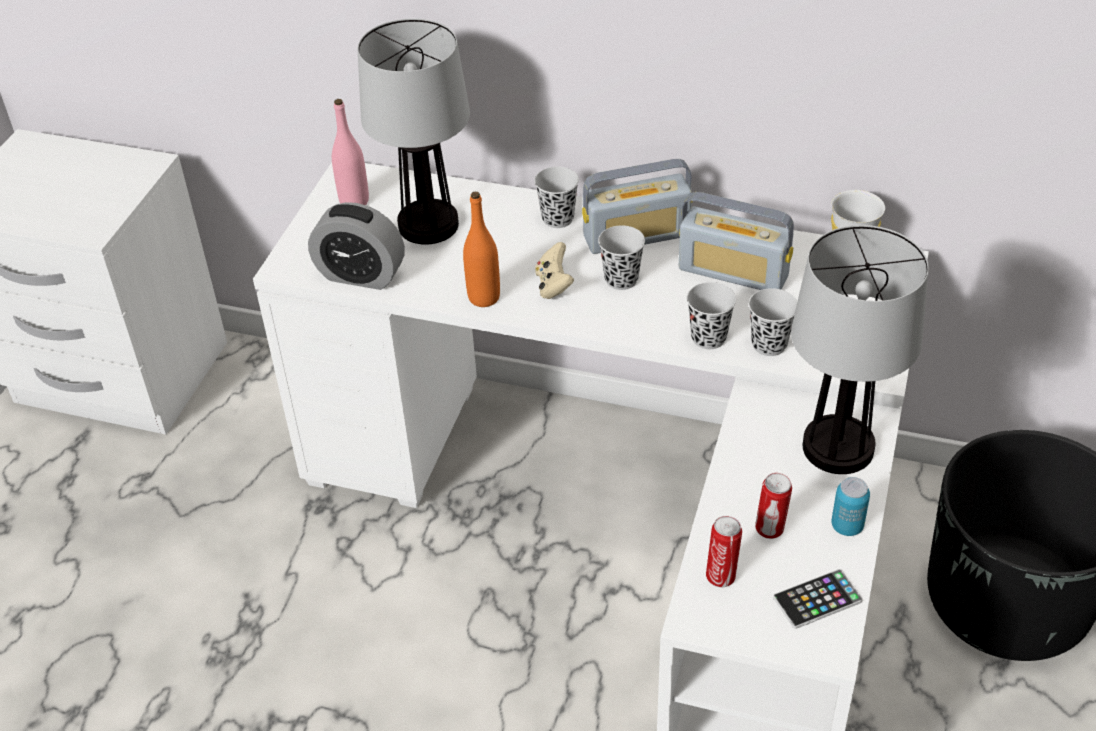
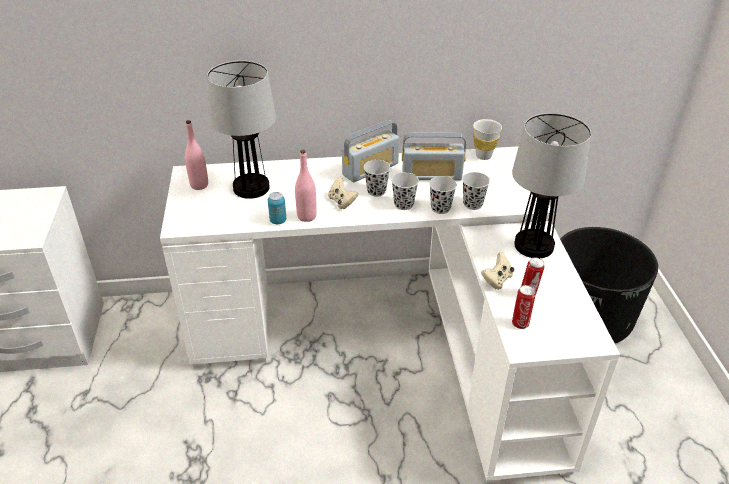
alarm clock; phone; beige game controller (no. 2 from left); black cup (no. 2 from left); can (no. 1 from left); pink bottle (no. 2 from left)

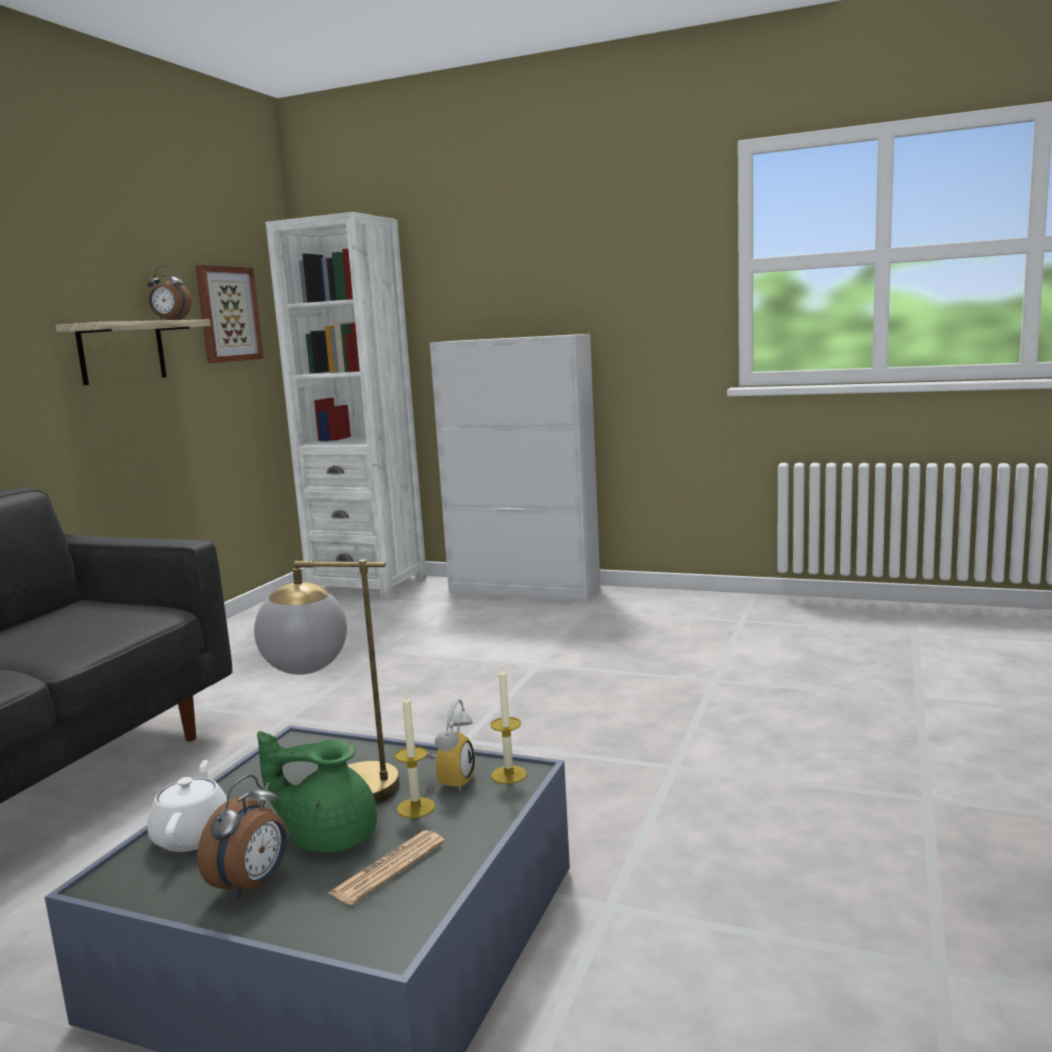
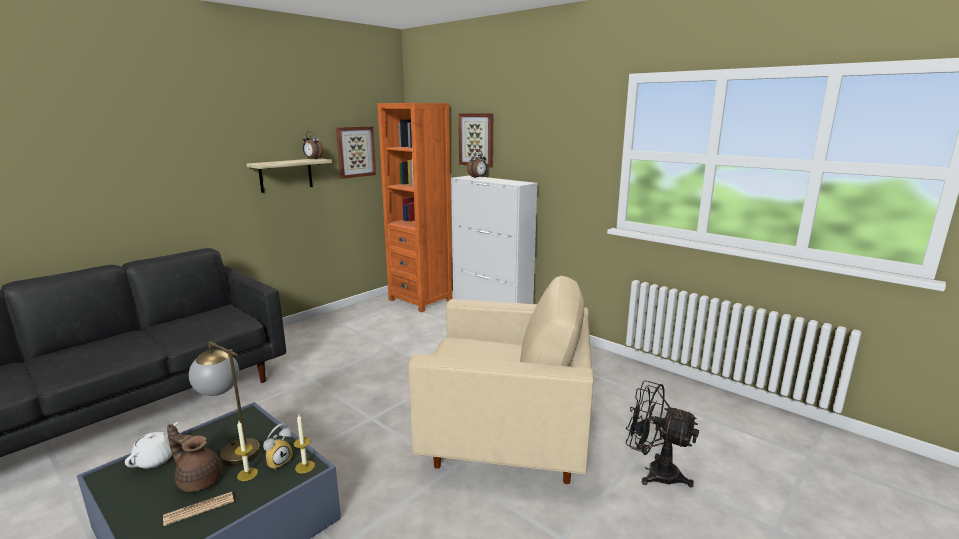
beige armchair; picture (no. 2 from left); black fan; alarm clock (no. 3 from left); brown teapot; orange bookcase

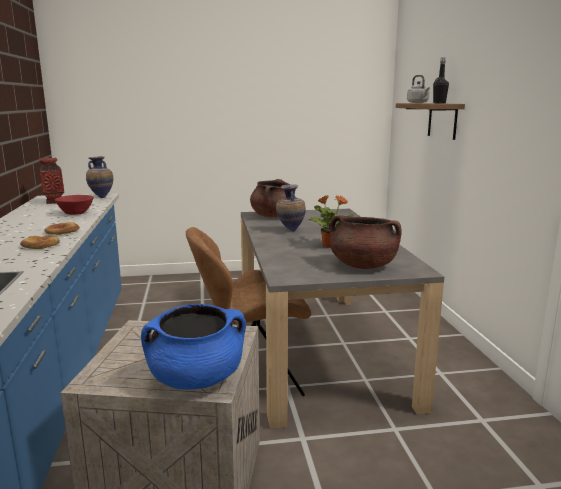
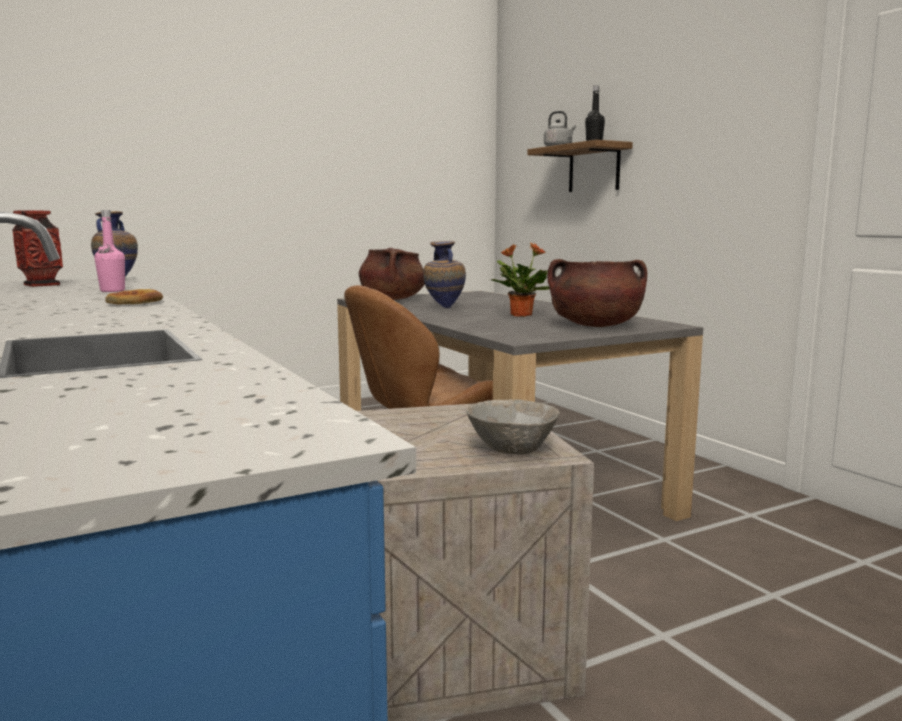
bread (no. 1 from left in the first image); pink bottle; grey bowl

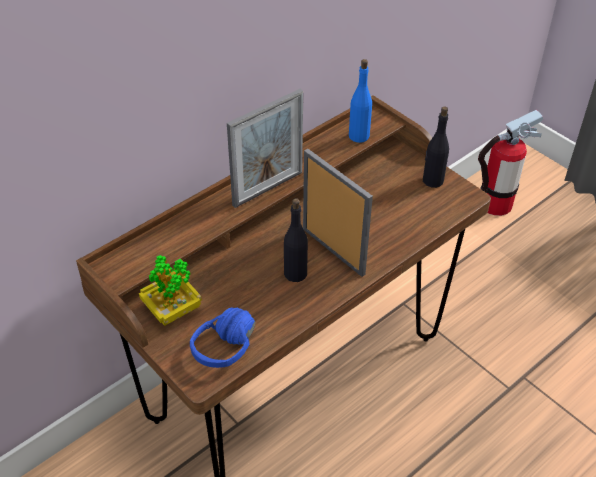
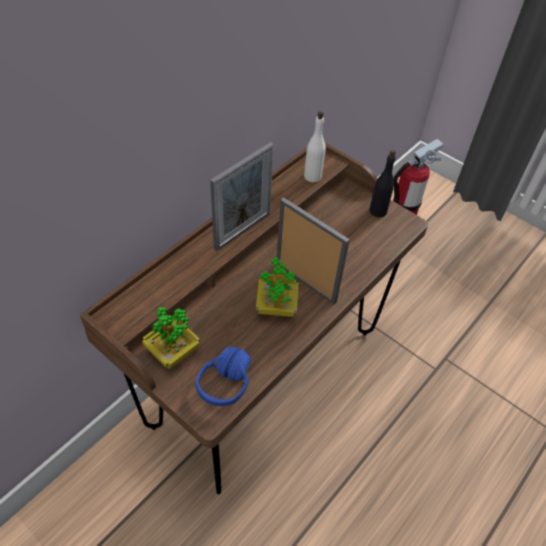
potted plant (no. 2 from left); white bottle

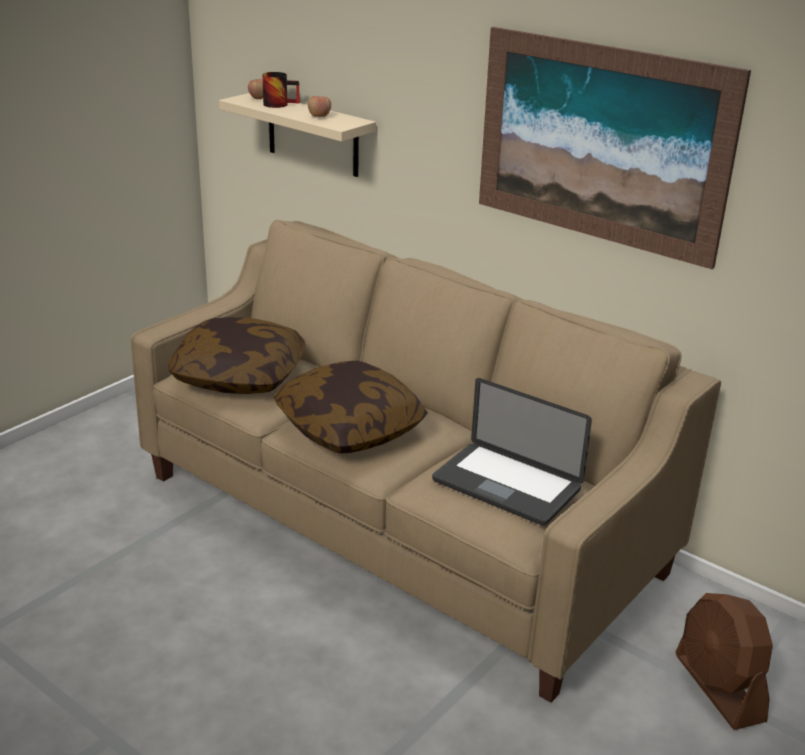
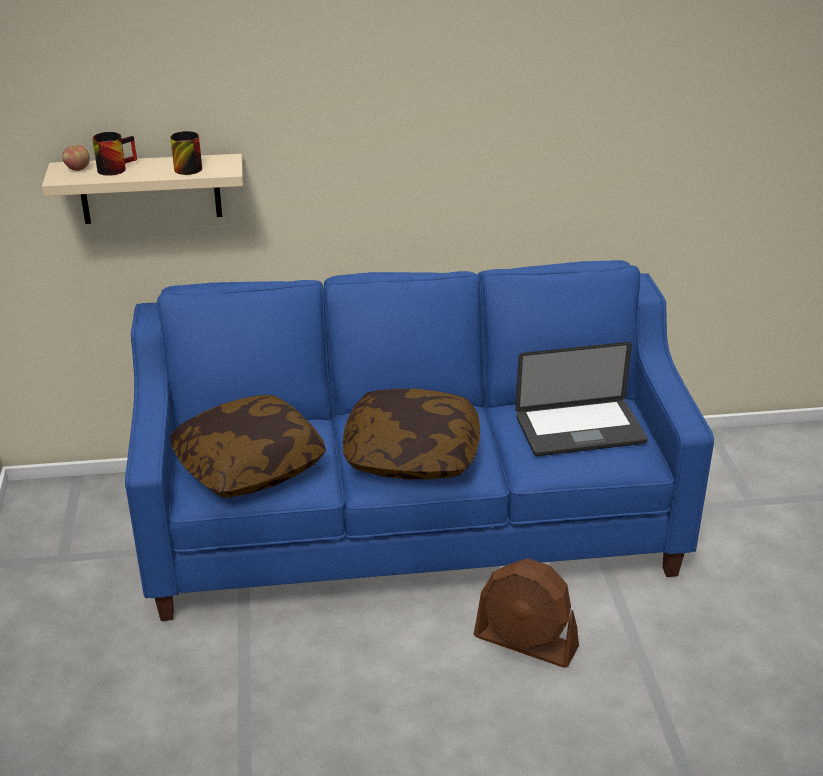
picture; brown fan; mug (no. 2 from left); blue sofa

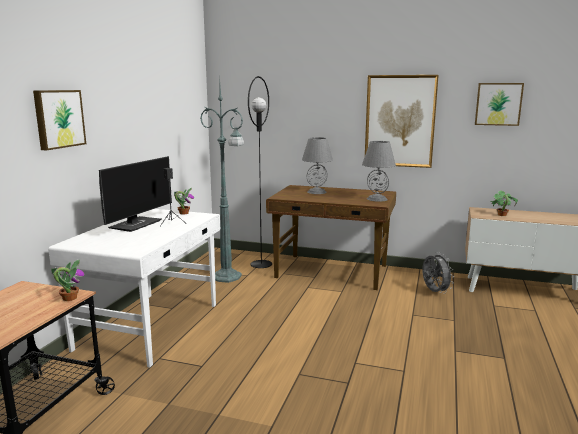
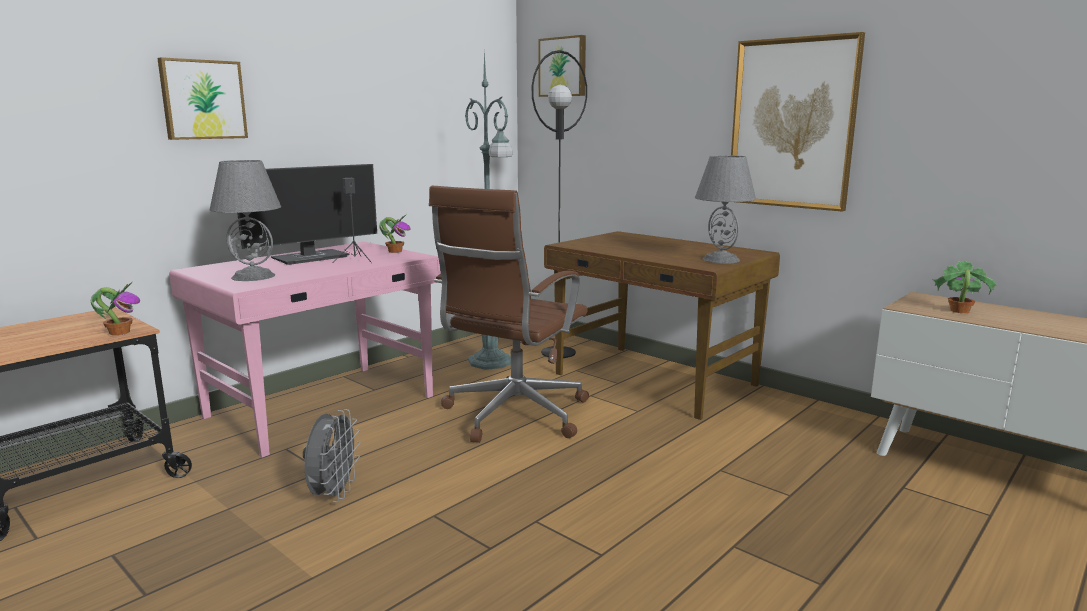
brown office chair; grey table lamp (no. 1 from left); grey fan; picture (no. 2 from left); pink desk

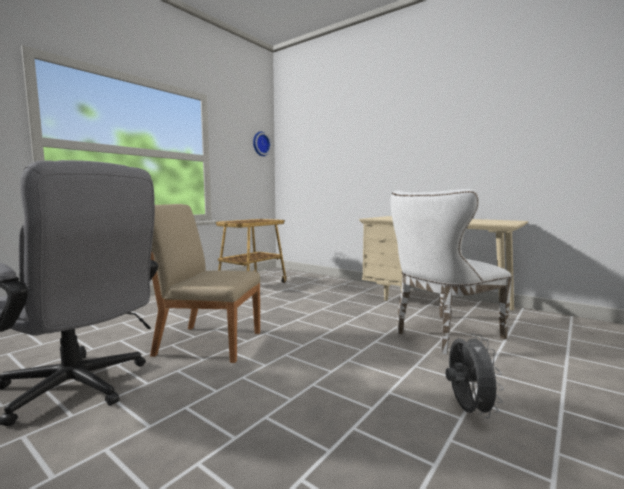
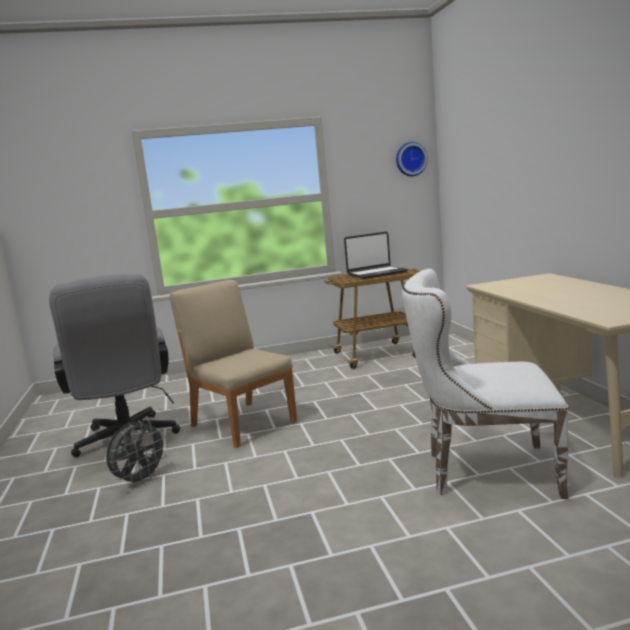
laptop; grey fan

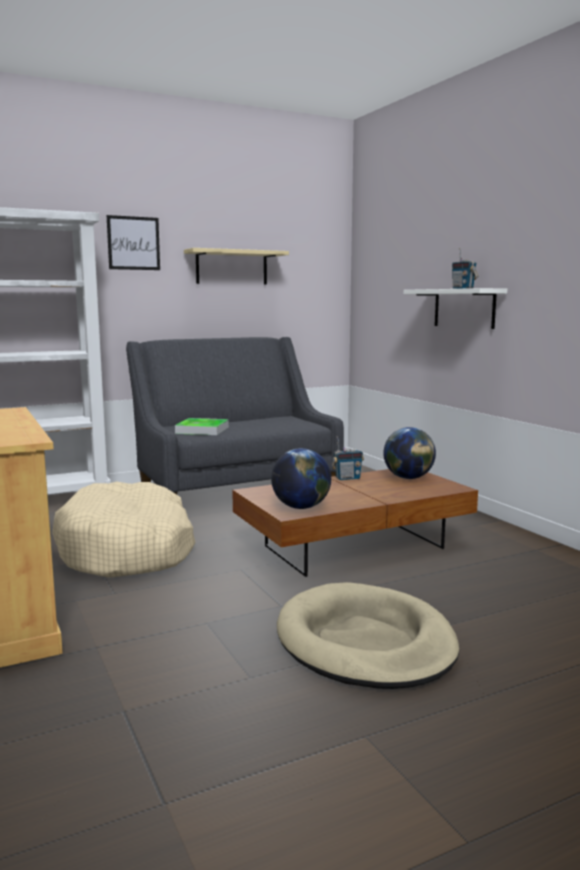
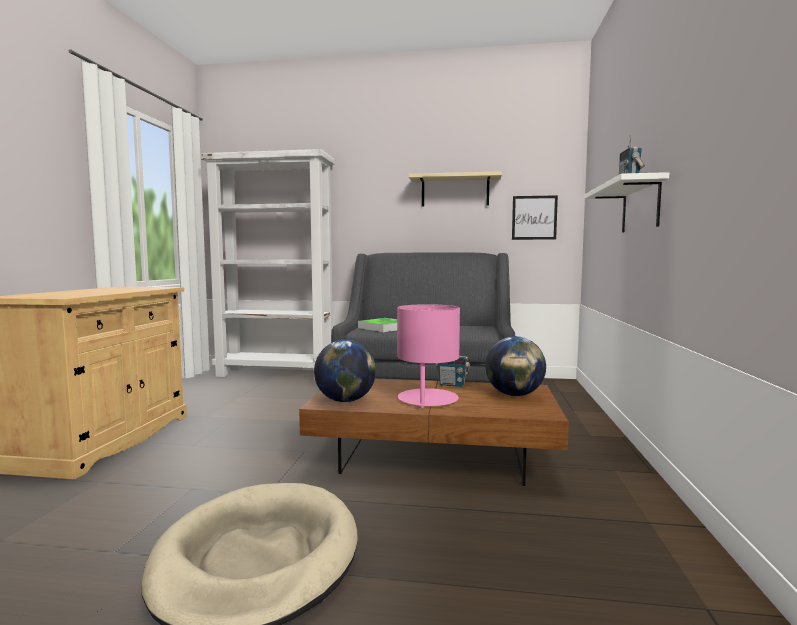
beige dog bed (no. 1 from left in the first image); pink table lamp; picture

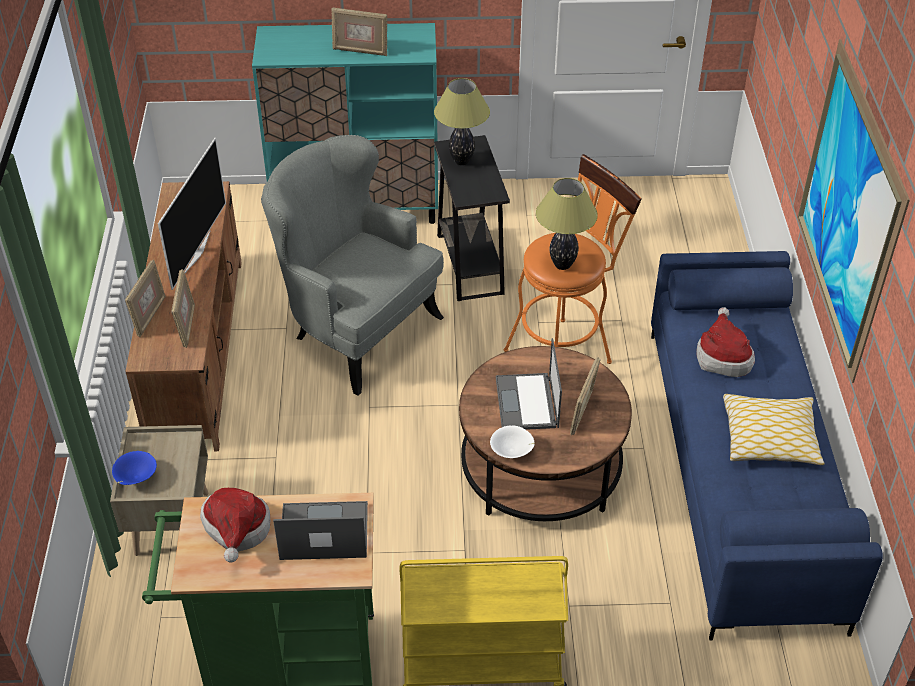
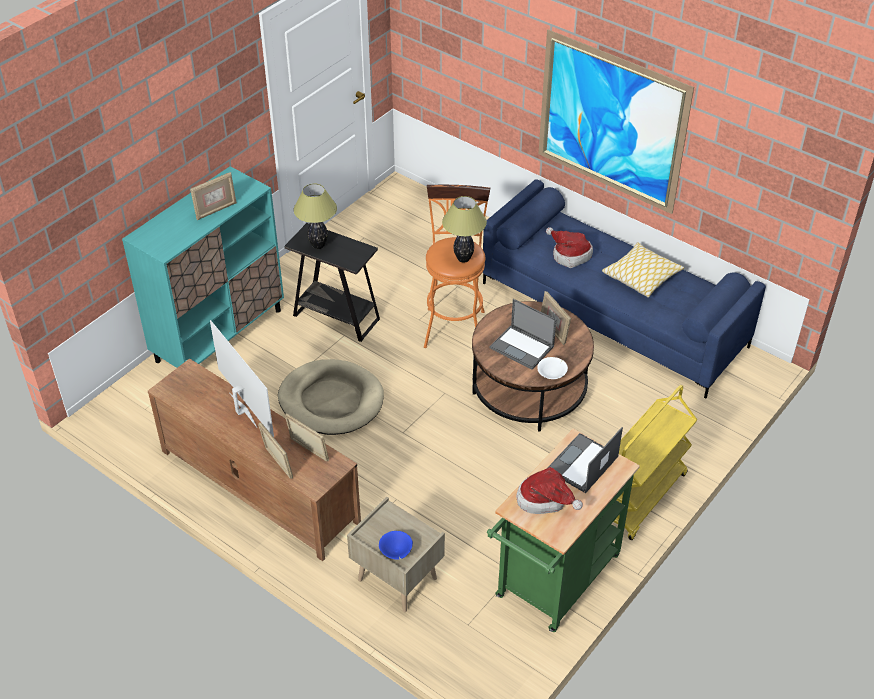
beige dog bed

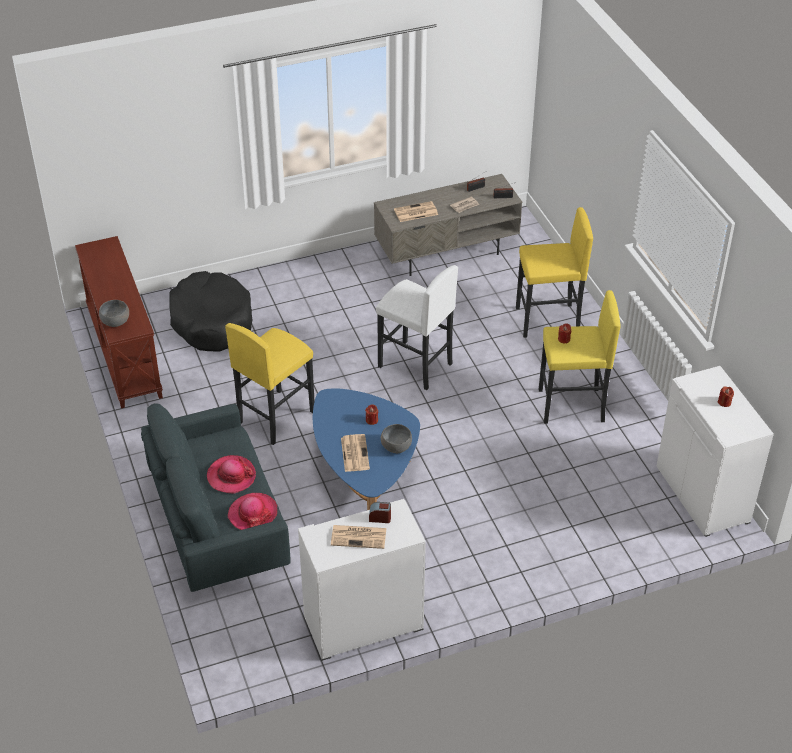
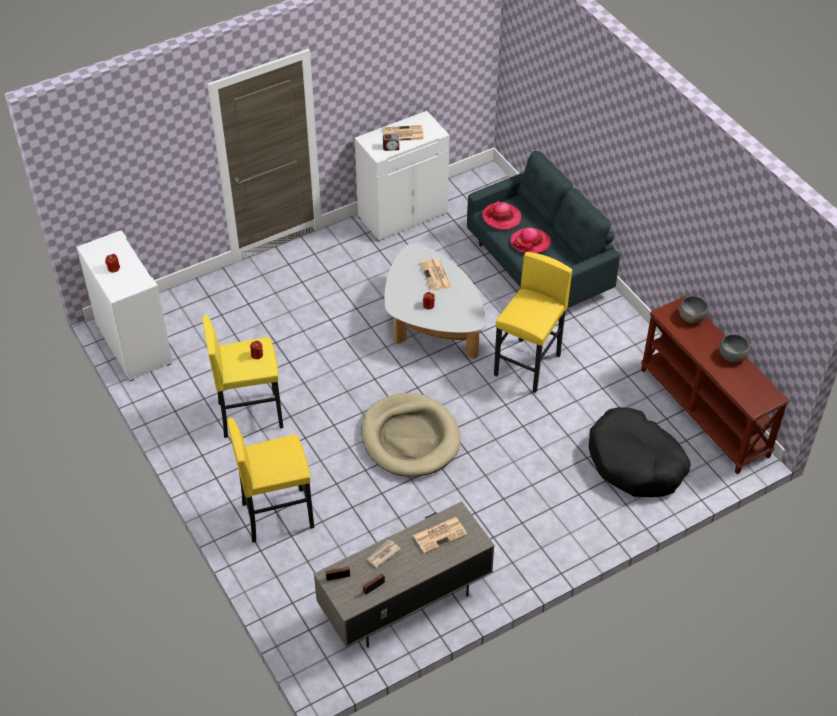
grey bowl (no. 2 from left); beige dog bed; white coffee table

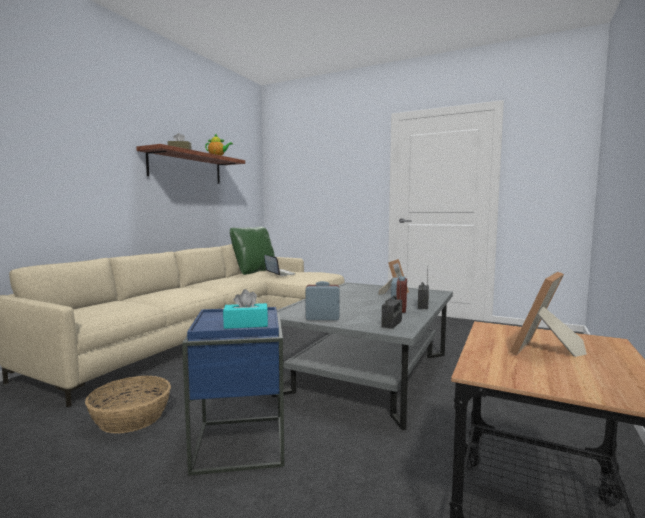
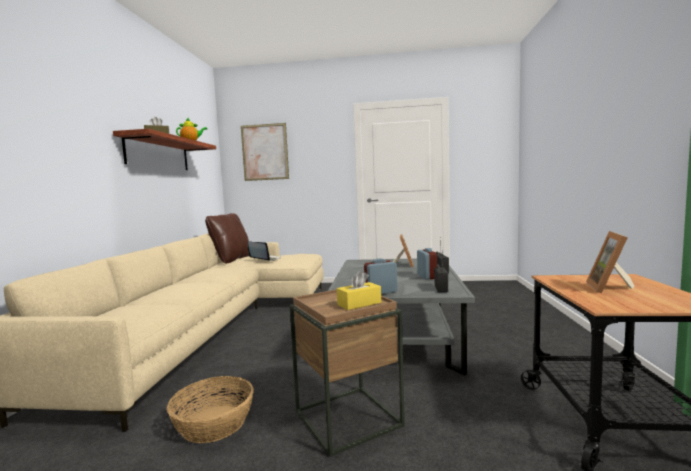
picture; brown side table; yellow tissue box; brown pillow

